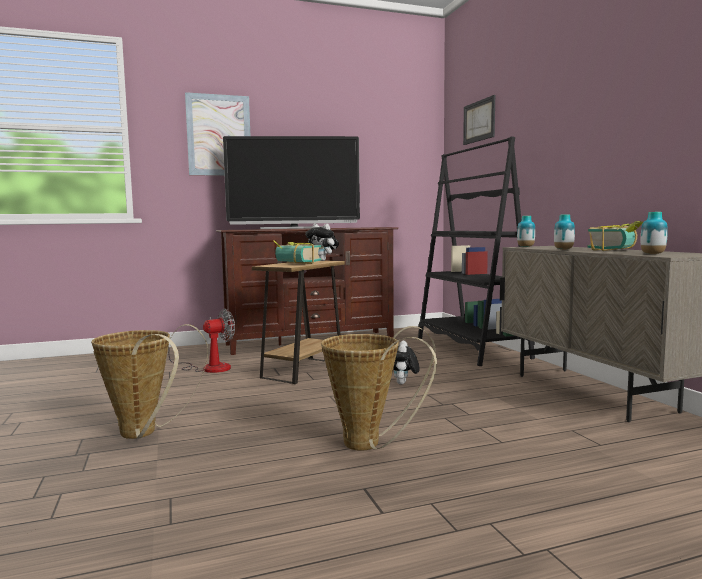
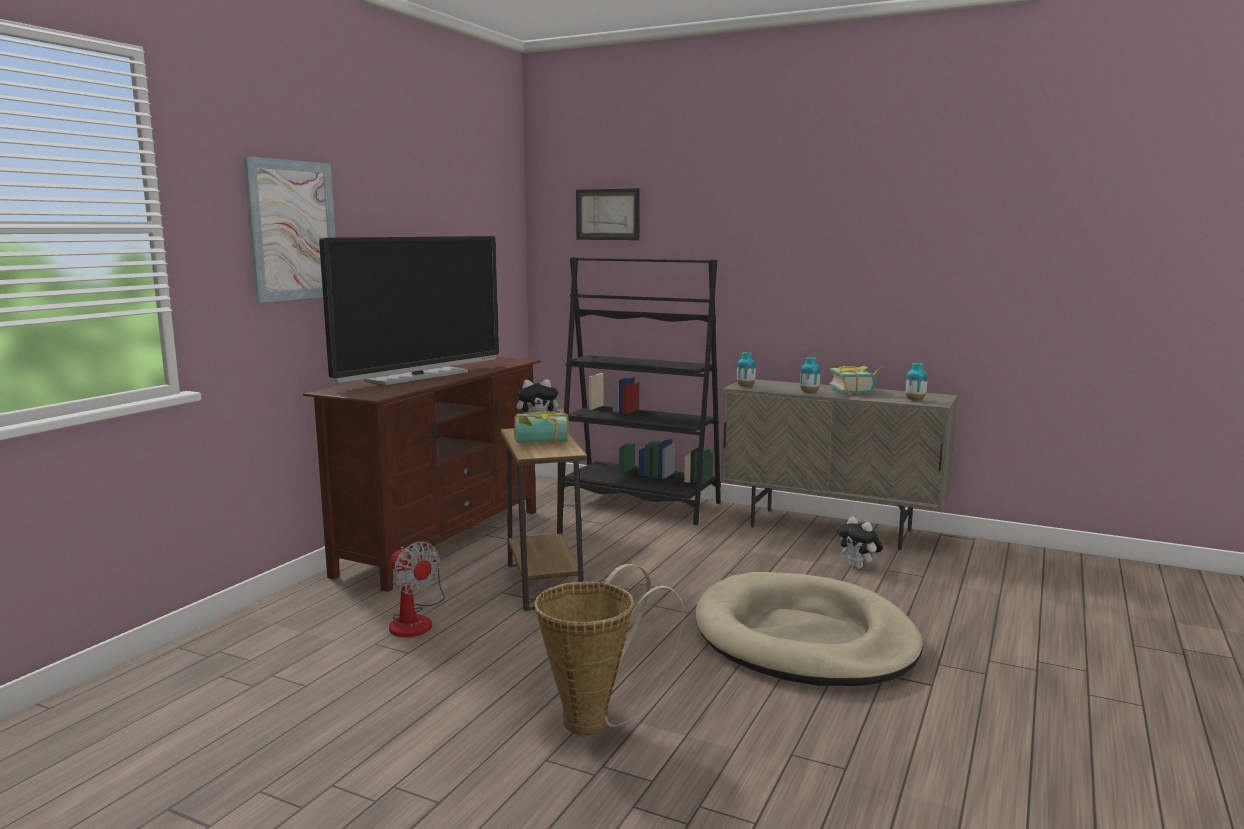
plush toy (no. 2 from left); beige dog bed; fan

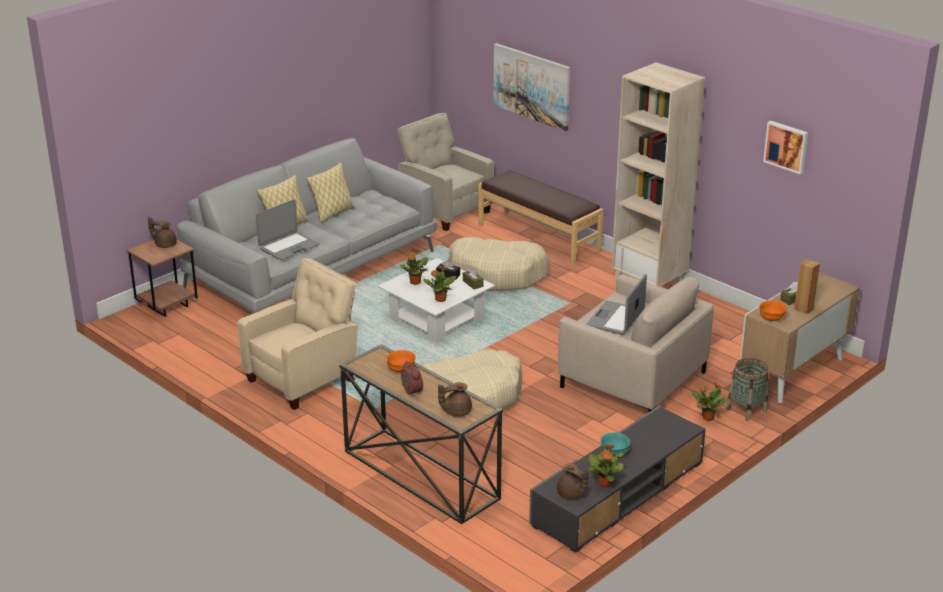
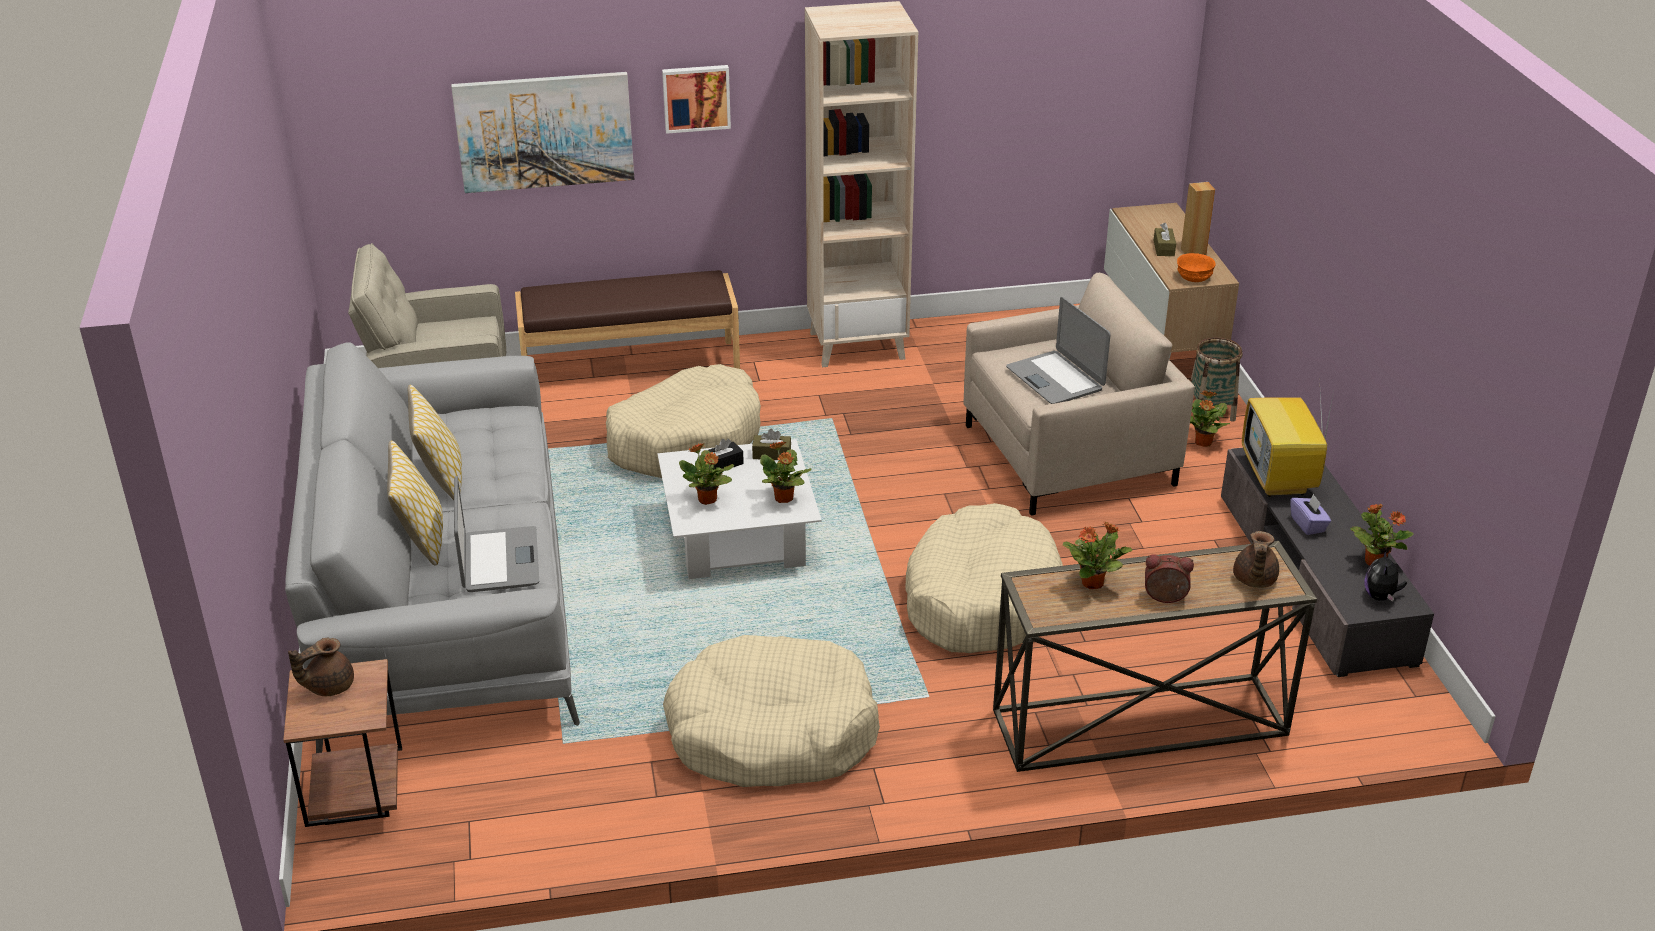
television; picture (no. 2 from left); beige dog bed (no. 2 from left); potted plant (no. 3 from left); plush toy; purple tissue box

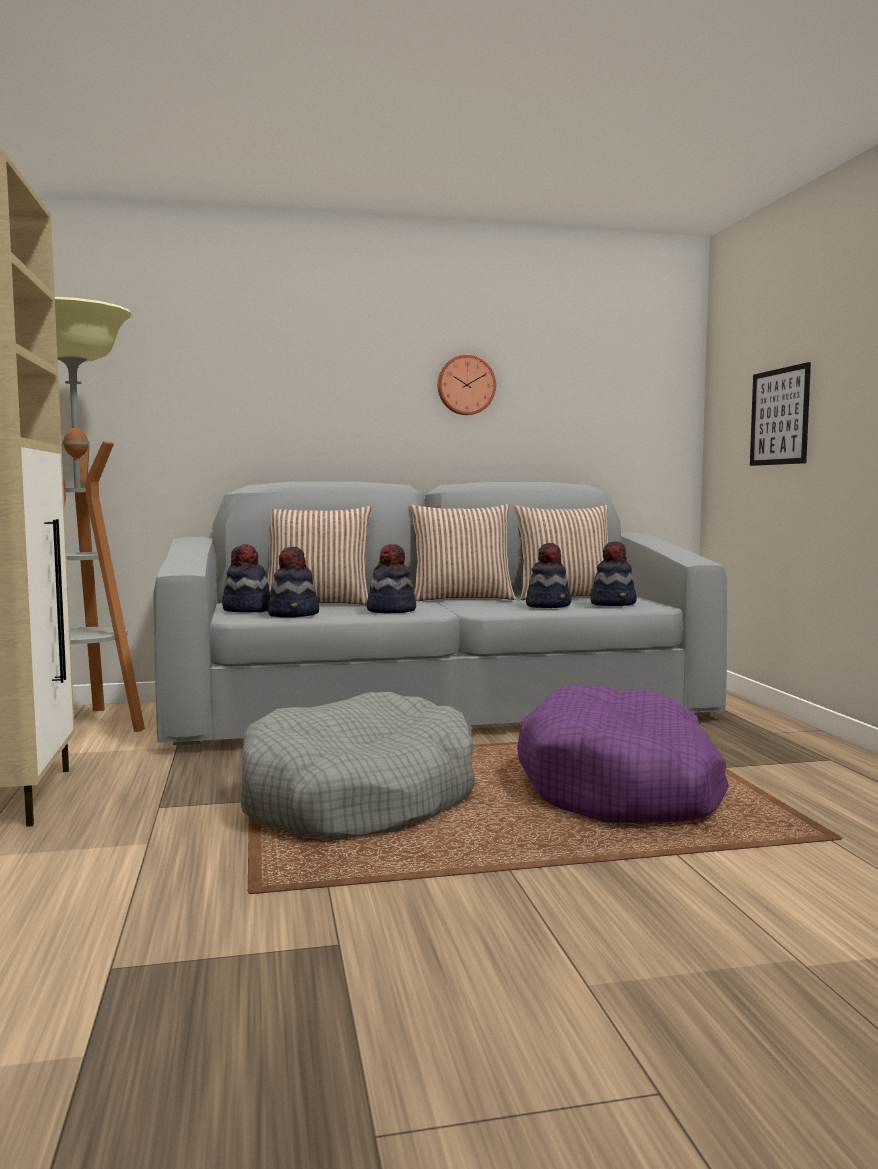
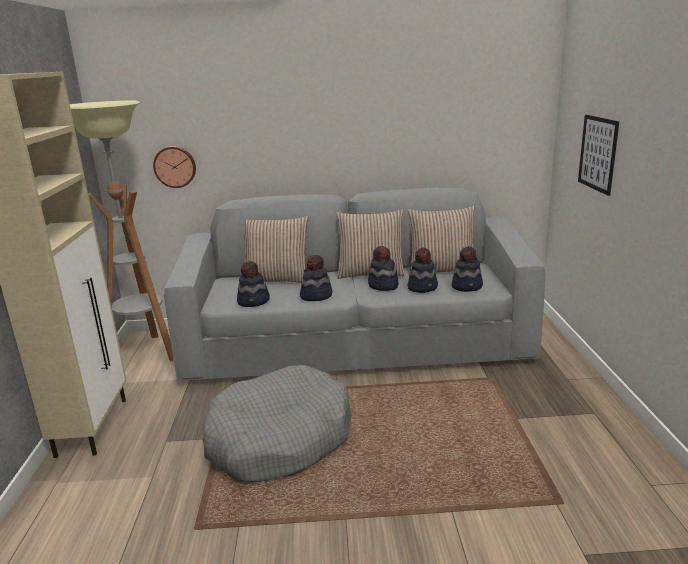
purple dog bed; hat (no. 3 from left); wall clock

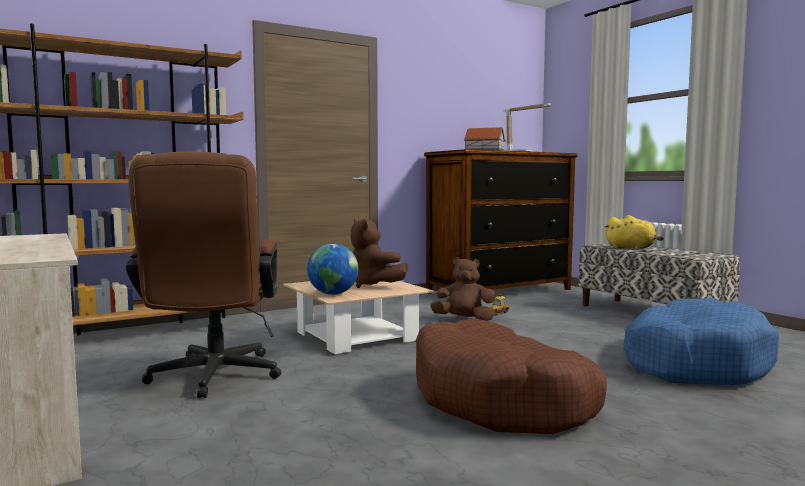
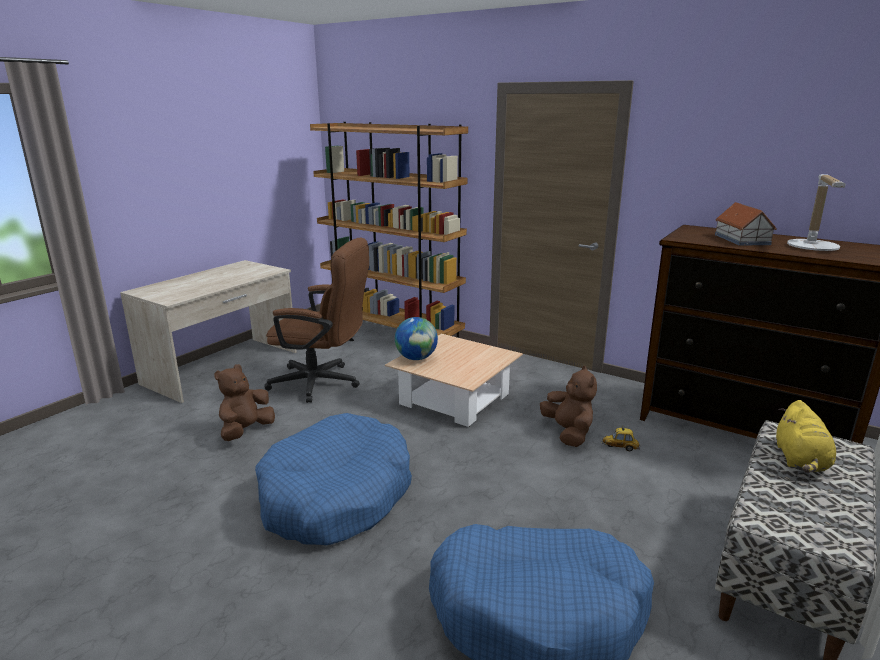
brown plush toy (no. 1 from left); blue dog bed (no. 1 from left); brown office chair

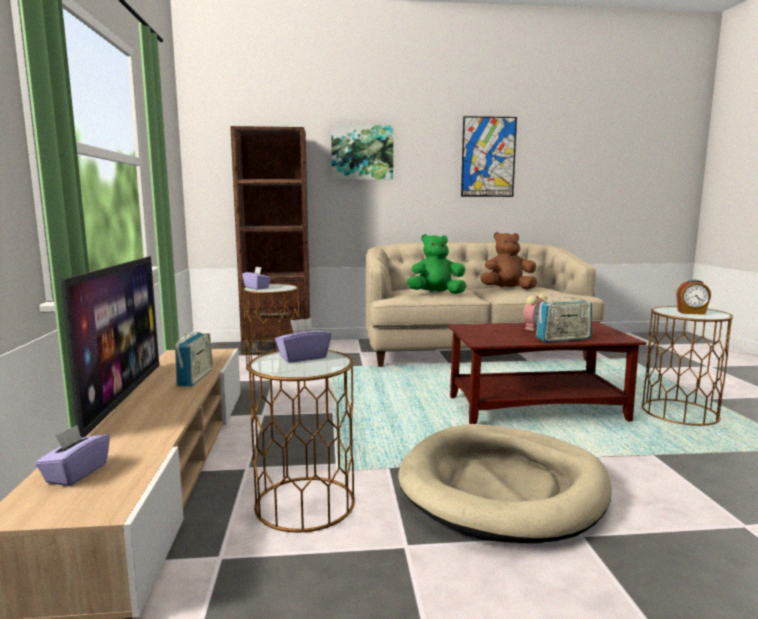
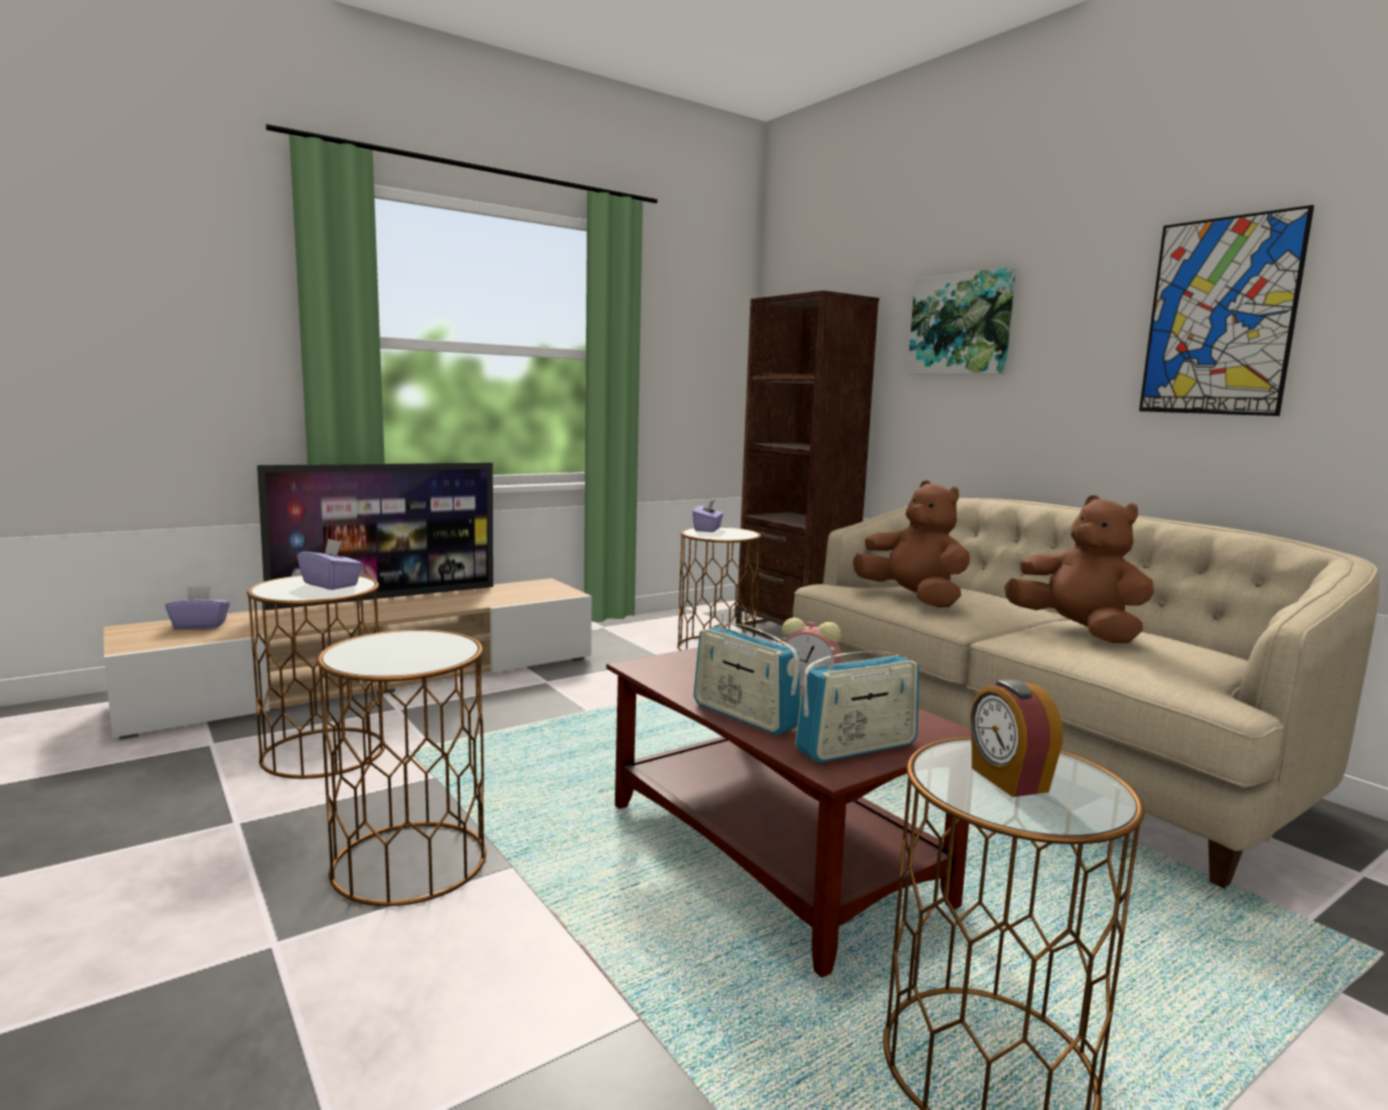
radio (no. 2 from left); brown side table (no. 2 from left); brown plush toy (no. 1 from left)

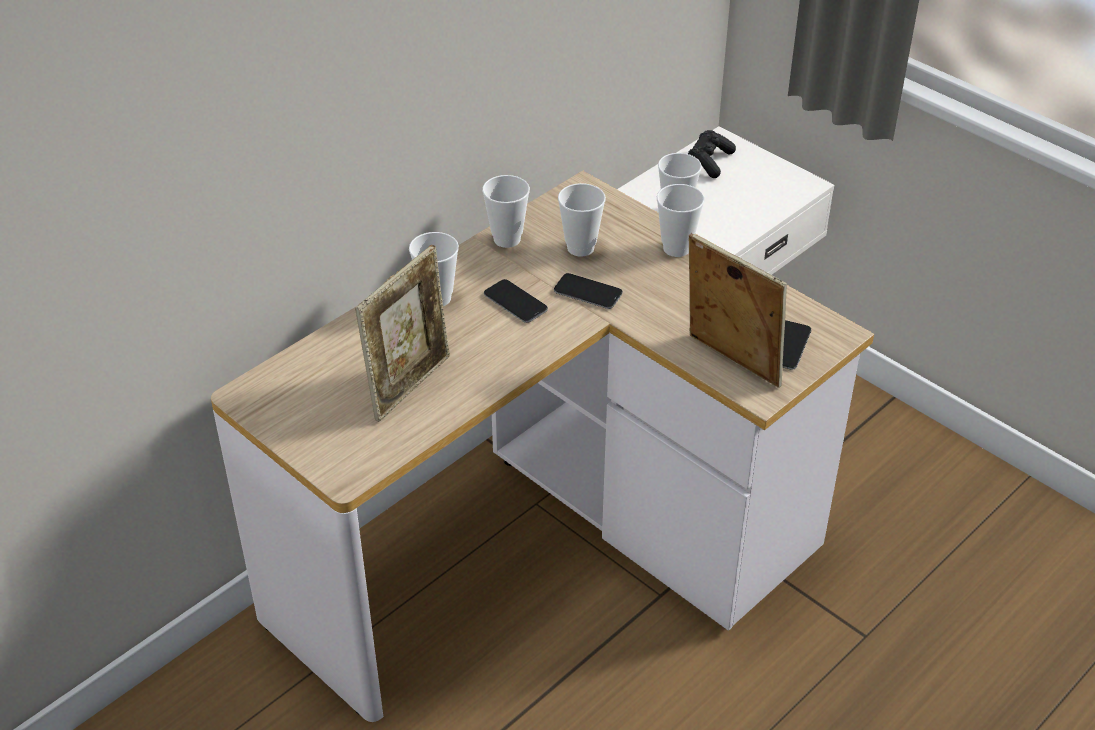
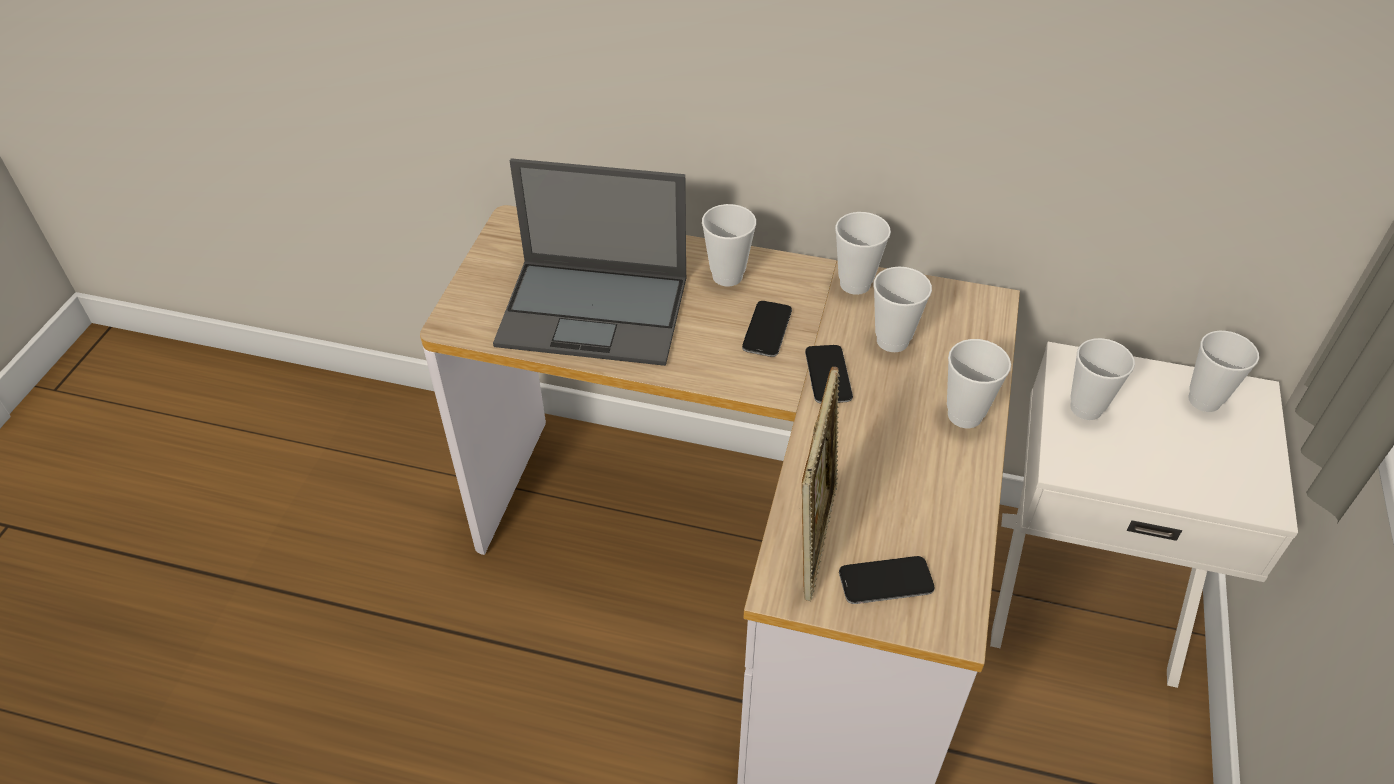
laptop; cup (no. 6 from left)

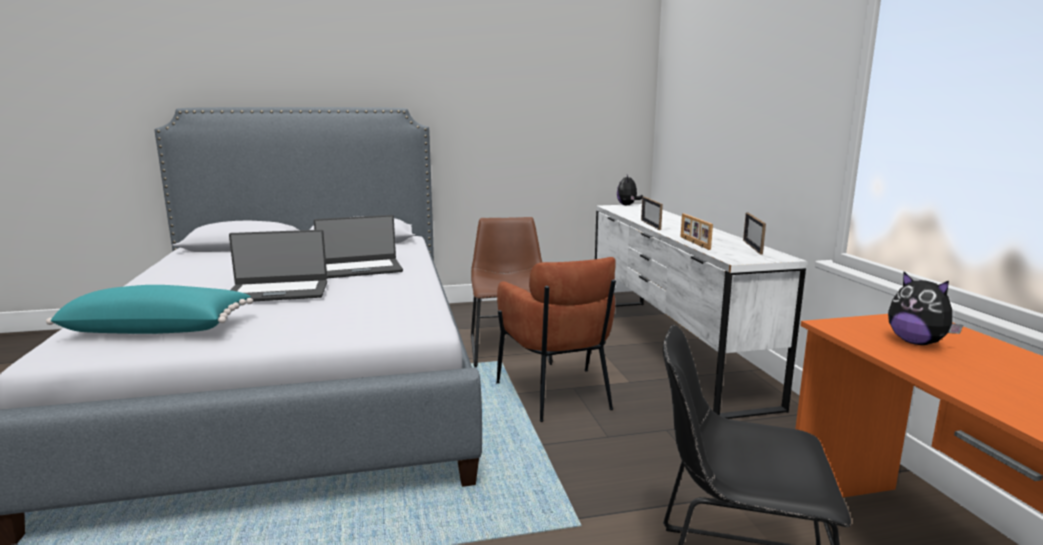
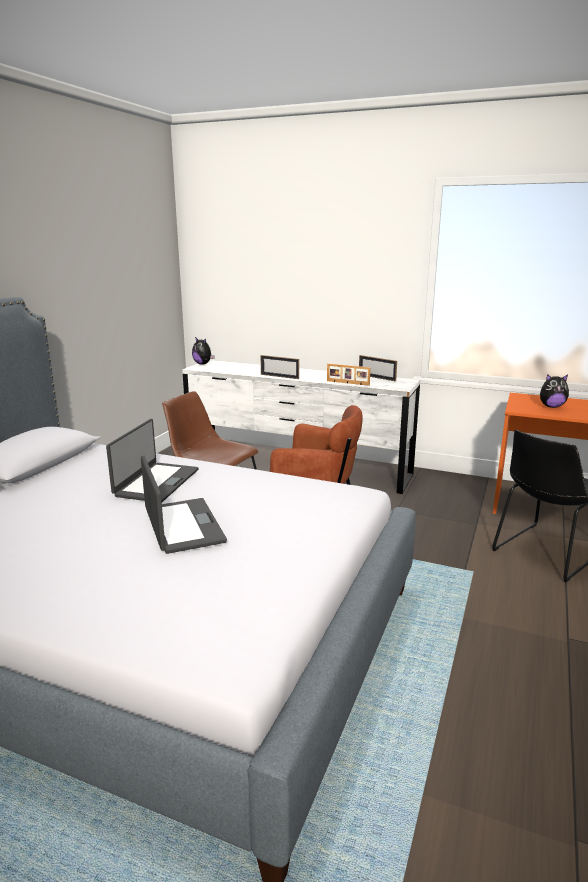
turquoise pillow; laptop (no. 2 from left)

